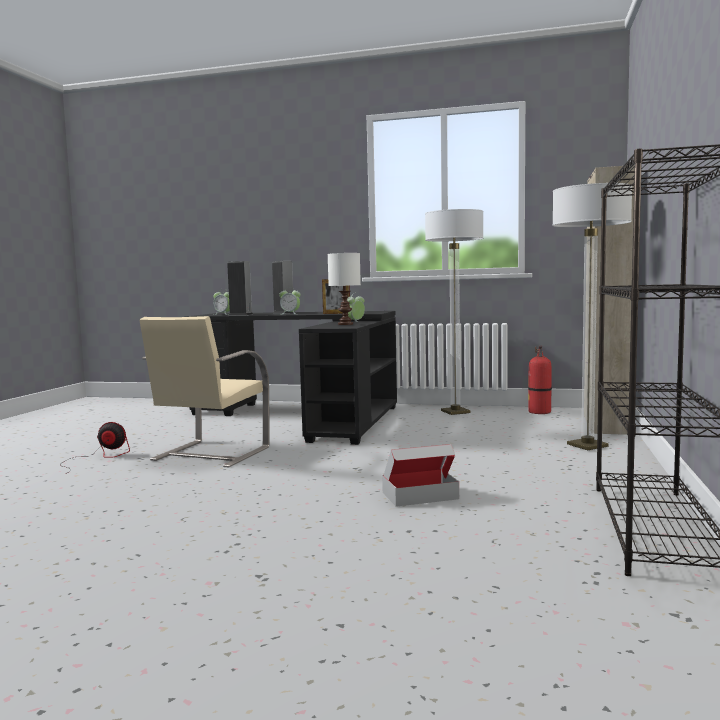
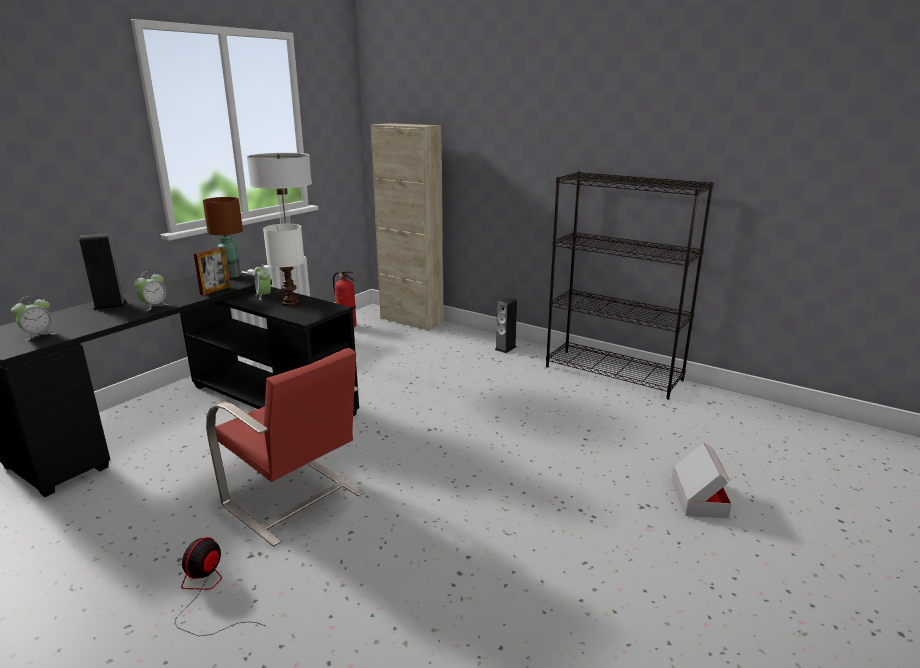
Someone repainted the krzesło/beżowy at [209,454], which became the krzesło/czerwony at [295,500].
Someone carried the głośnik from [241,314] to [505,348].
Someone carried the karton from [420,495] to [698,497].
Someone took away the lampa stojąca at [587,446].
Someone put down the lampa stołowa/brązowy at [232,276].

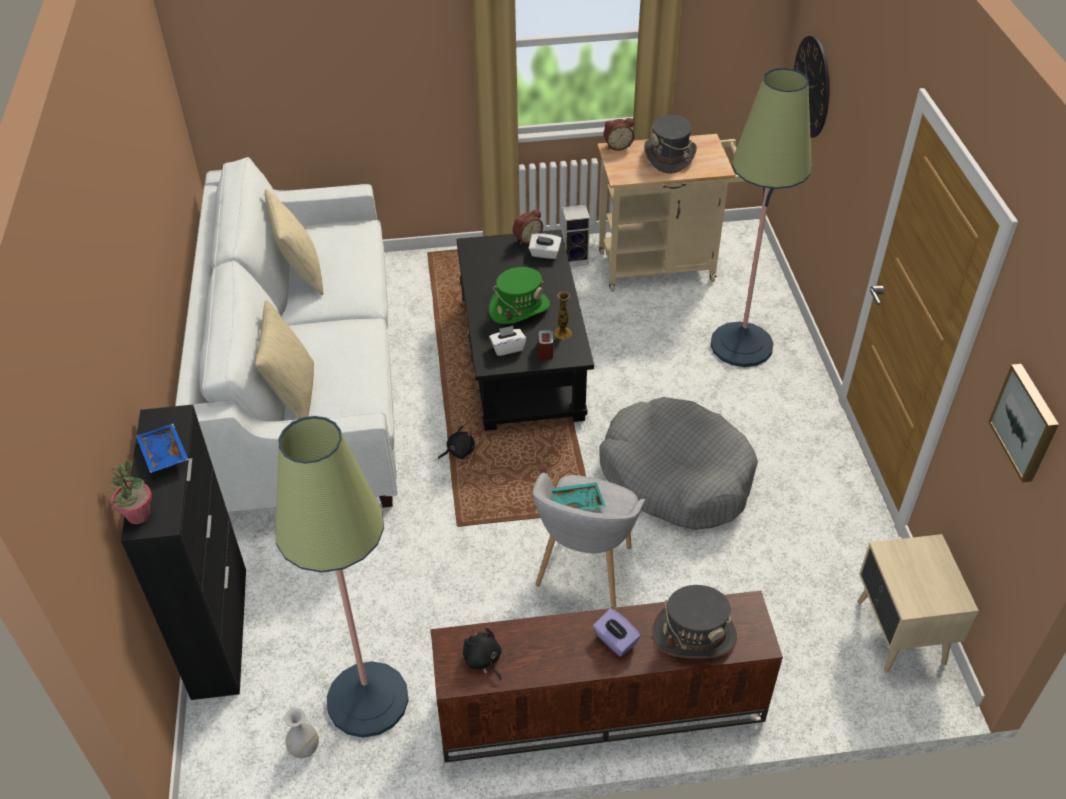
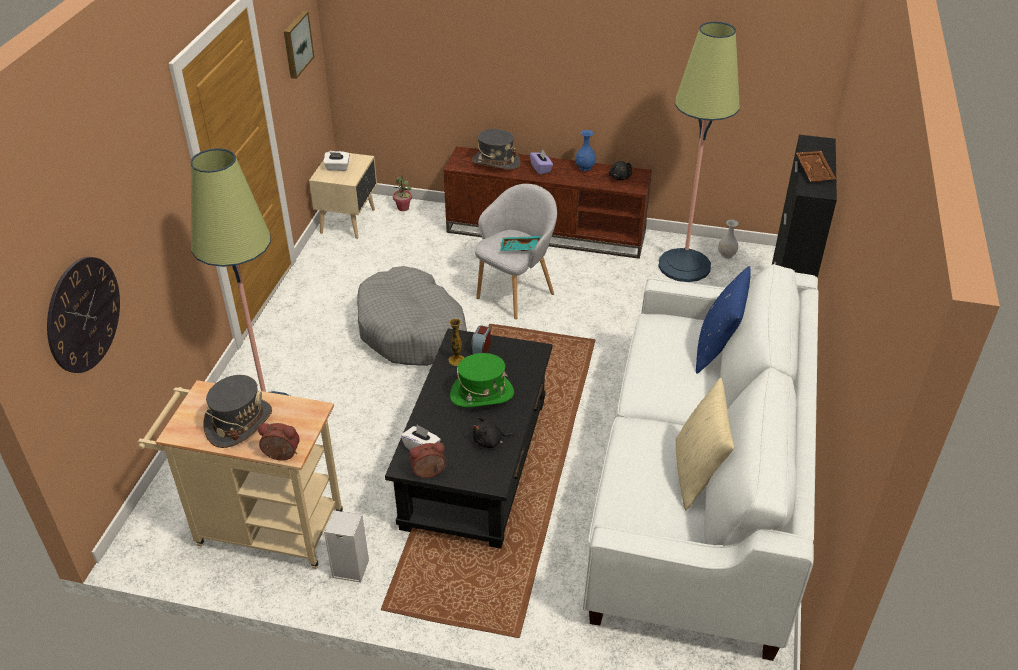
Someone carried the roślina doniczkowa from [138,515] to [403,208].
Someone repainted the taca/niebieski at [162,454], which became the taca/brązowy at [815,171].
Someone repainted the poduszka/beżowy at [293,394], which became the poduszka/niebieski at [717,349].
Someone carried the pluszak/czarny from [458,451] to [490,441].
Someone carried the pudełko chusteczek/biały from [507,348] to [337,168].
Someone put down the wazon/niebieski at [584,167].

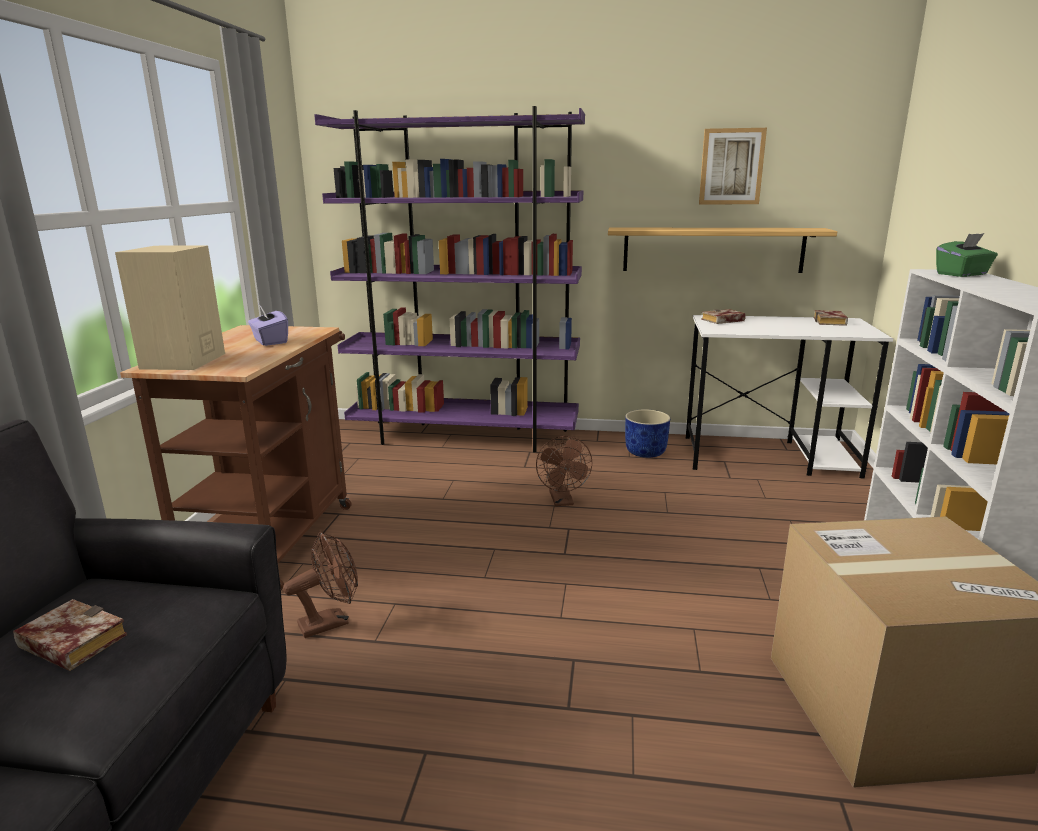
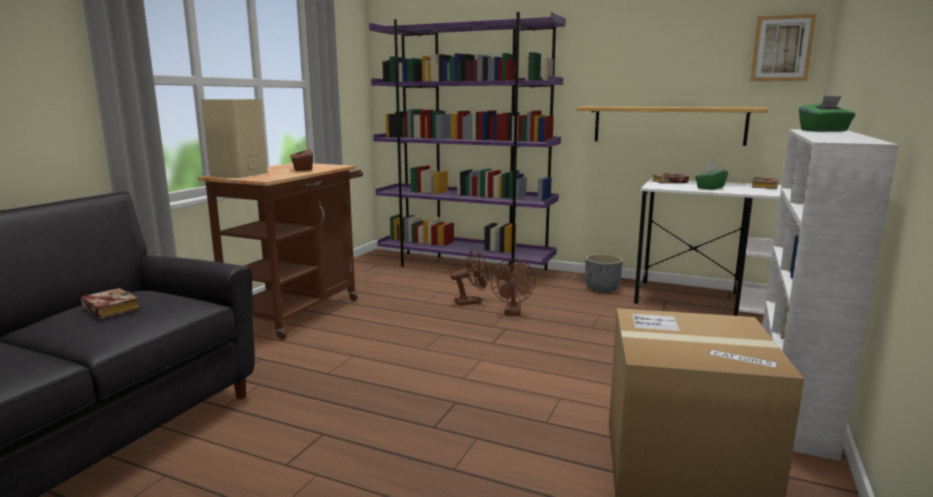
Someone repainted the pudełko chusteczek/fioletowy at [270,341], which became the pudełko chusteczek/brązowy at [302,169].
Someone carried the wentylator/brązowy from [331,622] to [472,302].
Someone repainted the donica/niebieski at [646,452], which became the donica/szary at [602,288].
Someone carried the obraz from [731,166] to [782,48].
Someone put down the pudełko chusteczek/zielony at [710,188].

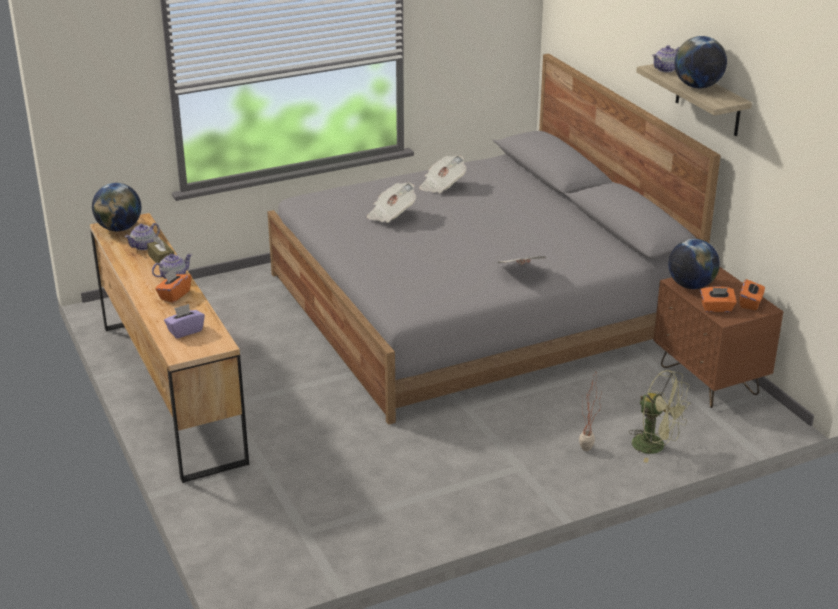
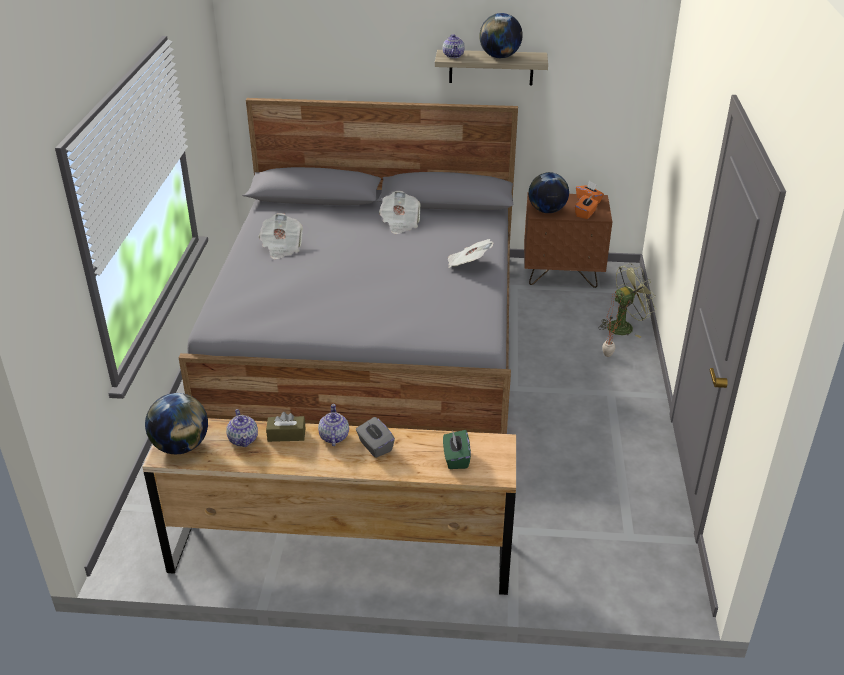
Someone repainted the pudełko chusteczek/pomarańczowy at [174,295], which became the pudełko chusteczek/szary at [375,446].
Someone repainted the pudełko chusteczek/fioletowy at [185,331], which became the pudełko chusteczek/zielony at [456,458].
Someone carried the gazeta from [391,215] to [400,223].

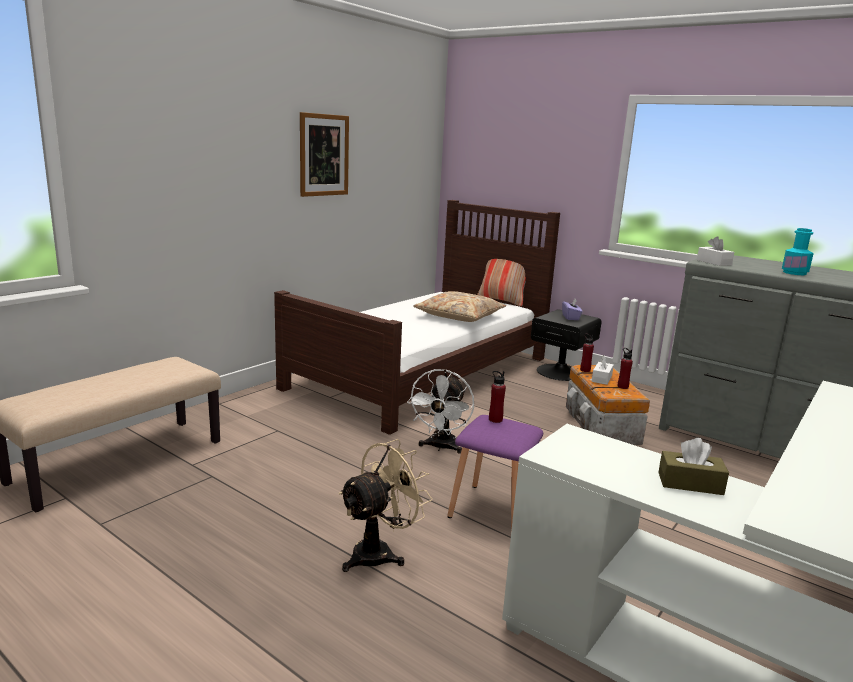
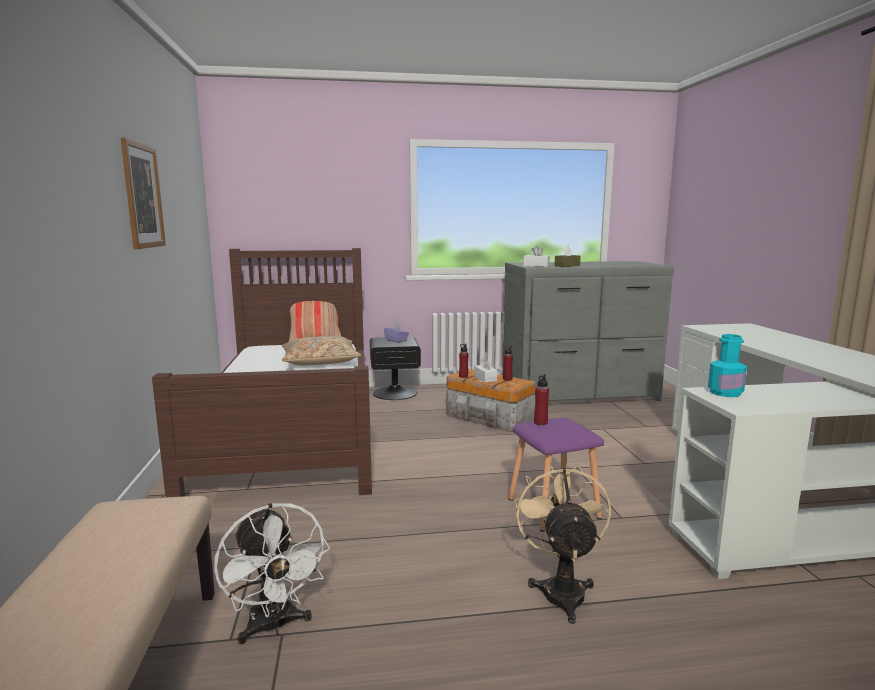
Someone carried the wentylator/biały from [440,447] to [274,626].
Someone carried the pudełko chusteczek/brązowy from [690,483] to [567,266].
Someone carried the butelka/turkusowy from [794,273] to [725,393].

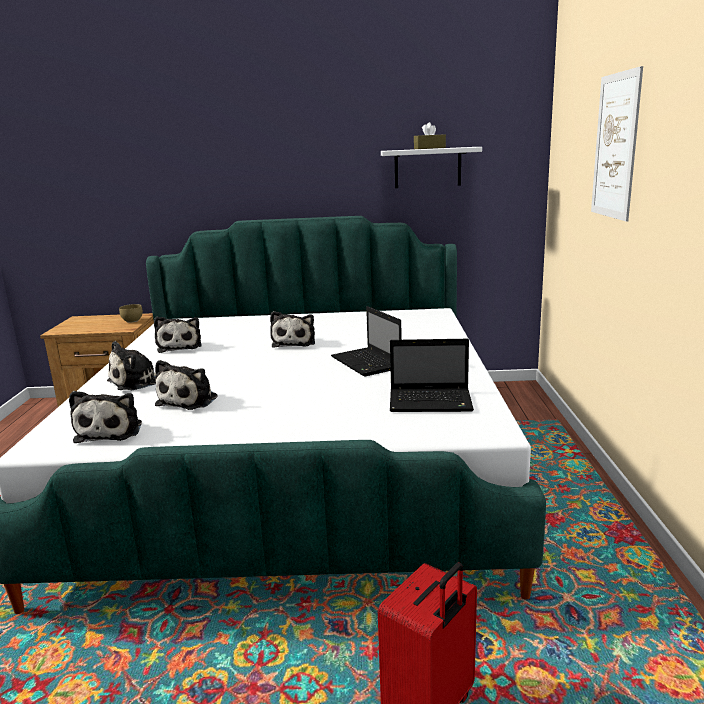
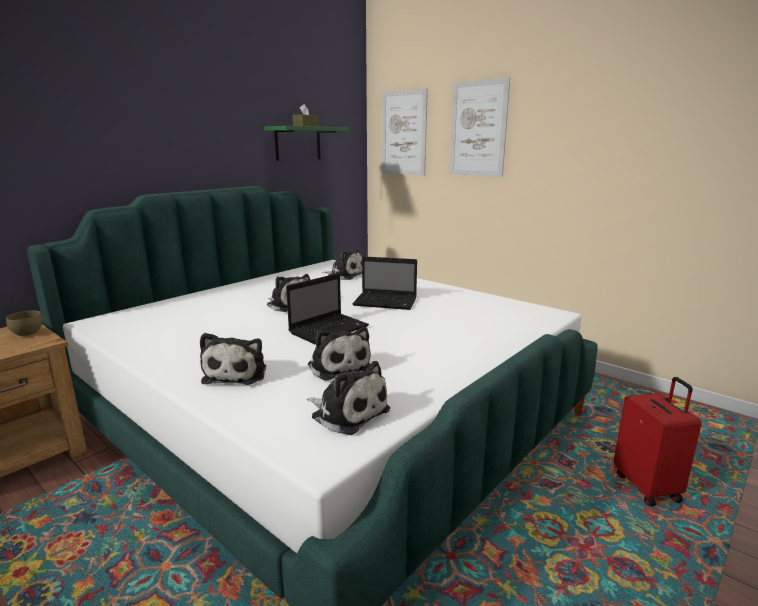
Someone carried the pluszak from [180,346] to [345,275].
Someone repainted the półka/biały at [427,167], which became the półka/zielony at [298,143].
Someone carried the laptop from [432,402] to [330,329].
Someone put up the obraz at [404,133].

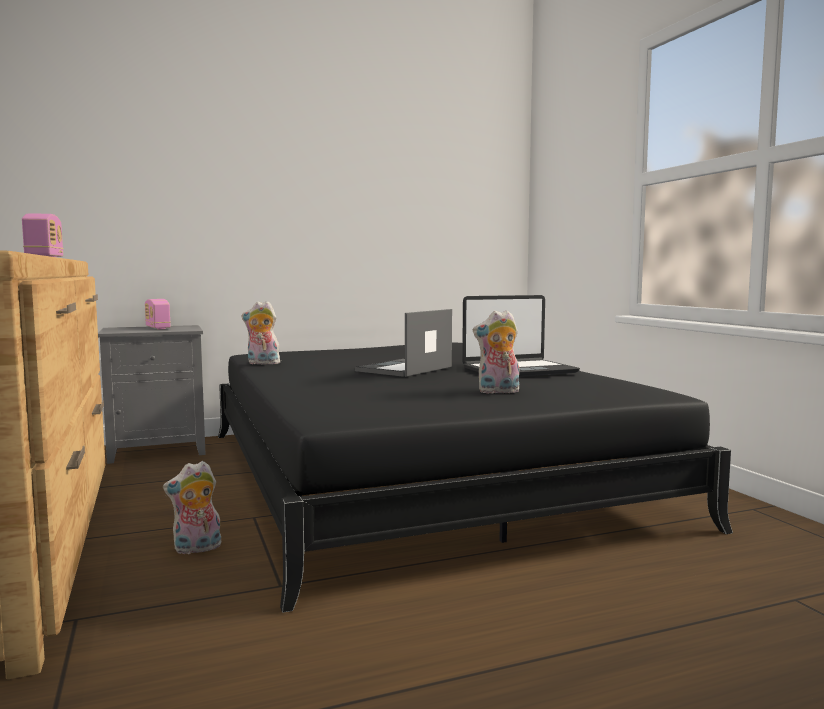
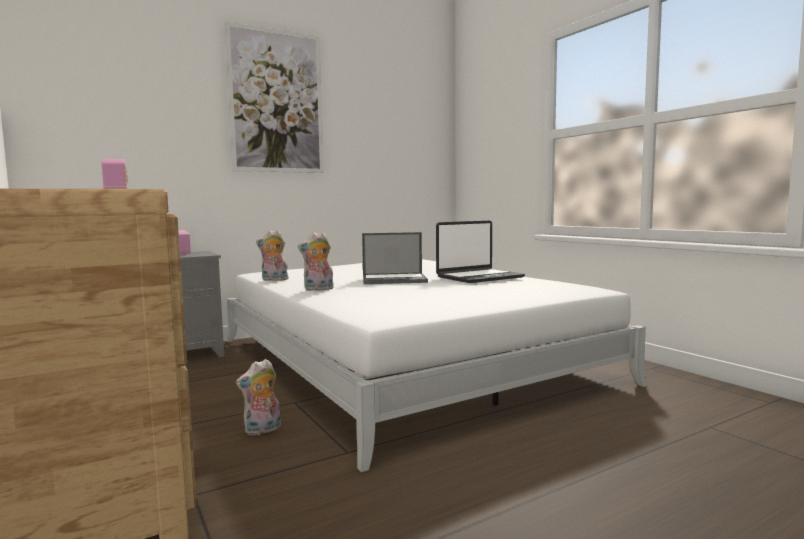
Someone repainted the łóżko/czarny at [417,474], which became the łóżko/biały at [403,360].
Someone rotated the laptop at [404,369] by 120 degrees counterclockwise.
Someone carried the pluszak from [498,392] to [318,289].
Someone put up the obraz at [276,102].

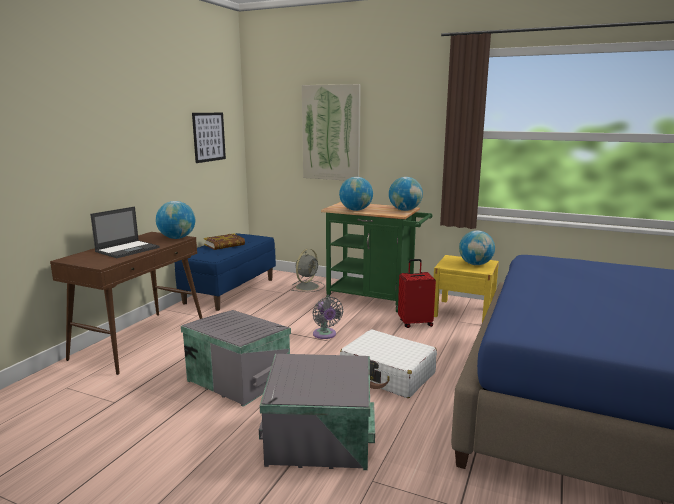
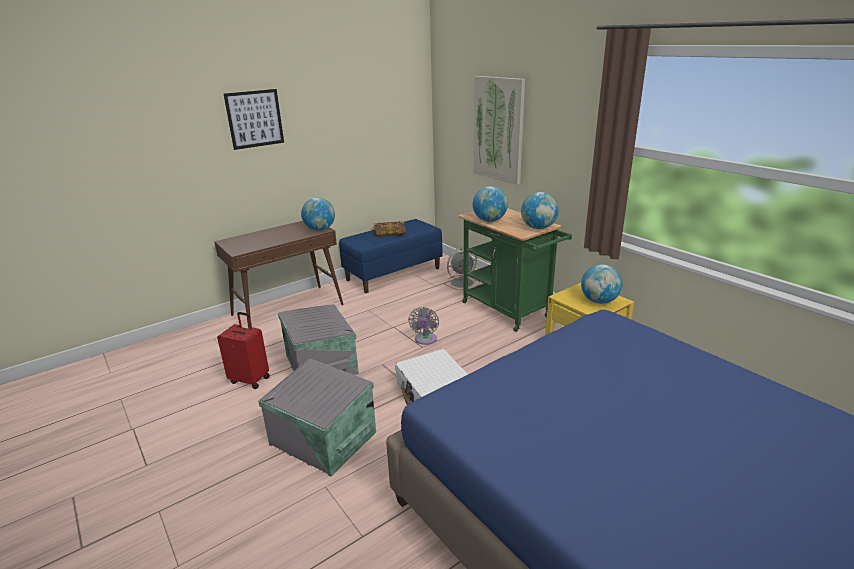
Someone took away the laptop at [128,249].
Someone carried the obraz from [209,137] to [255,119].
Someone carried the walizka/czerwony from [415,323] to [250,379].

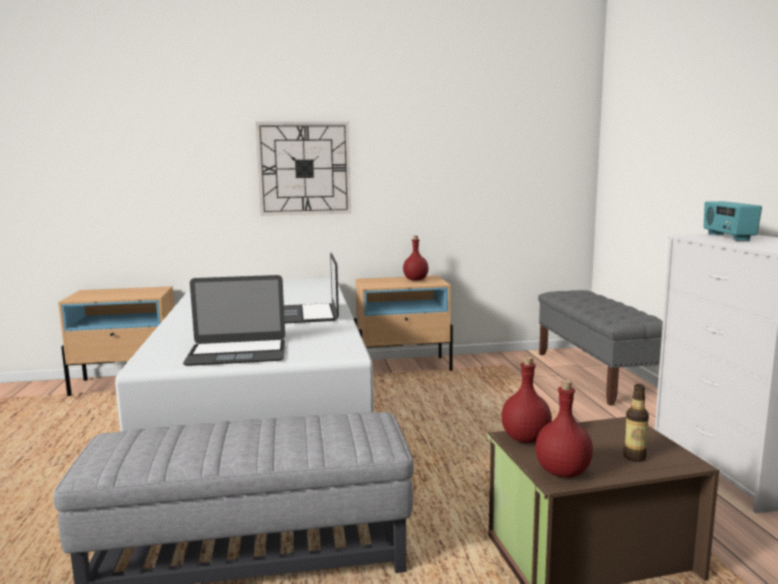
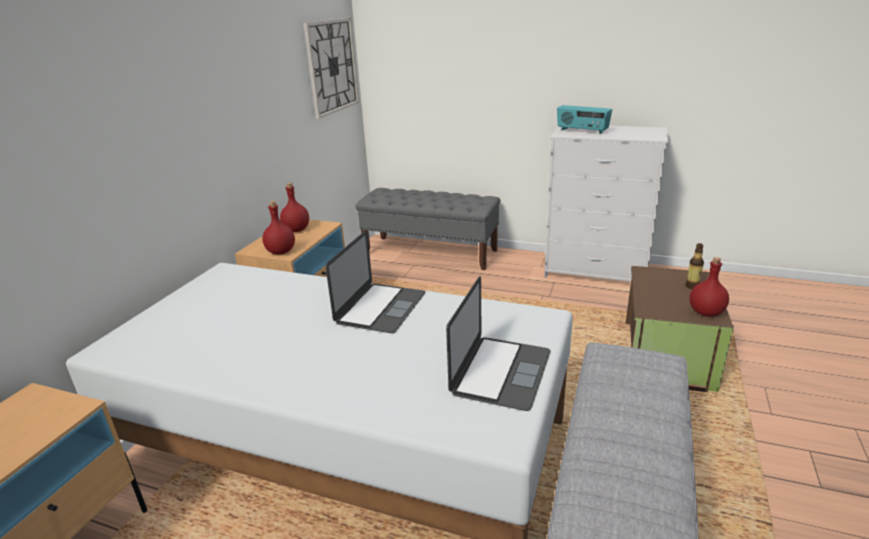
Someone carried the zegar ścienny from [304,168] to [332,66].
Someone rotated the laptop at [308,314] by 90 degrees counterclockwise.
Someone carried the butelka/czerwony from [525,439] to [281,252].

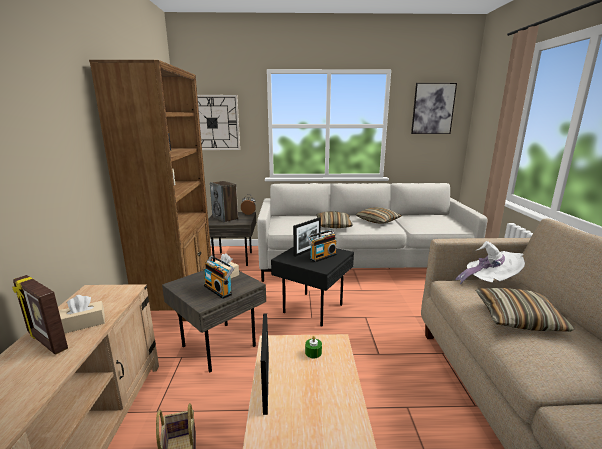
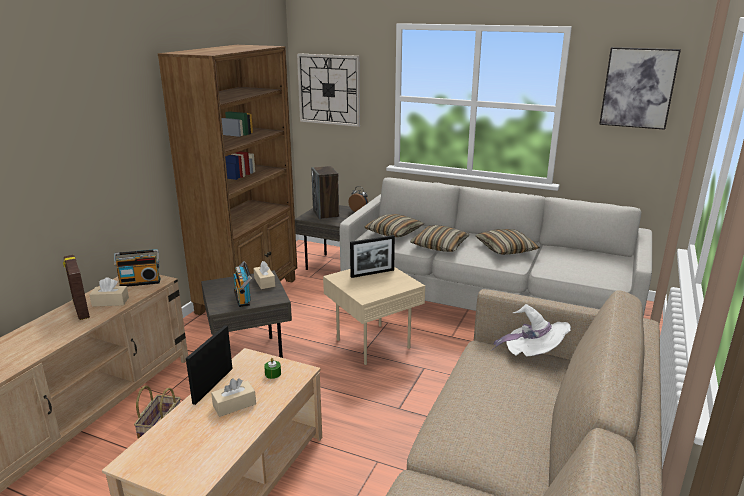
Someone repainted the stolik/czarny at [312,307], which became the stolik/beżowy at [373,342].
Someone carried the radio from [322,256] to [140,282].
Someone carried the poduszka from [517,318] to [393,232].
Someone put down the pudełko chusteczek/beżowy at [234,405].

